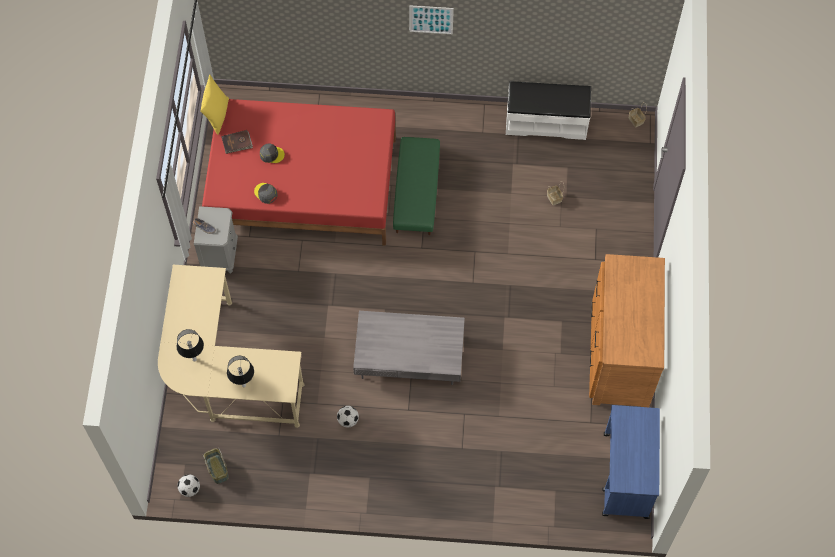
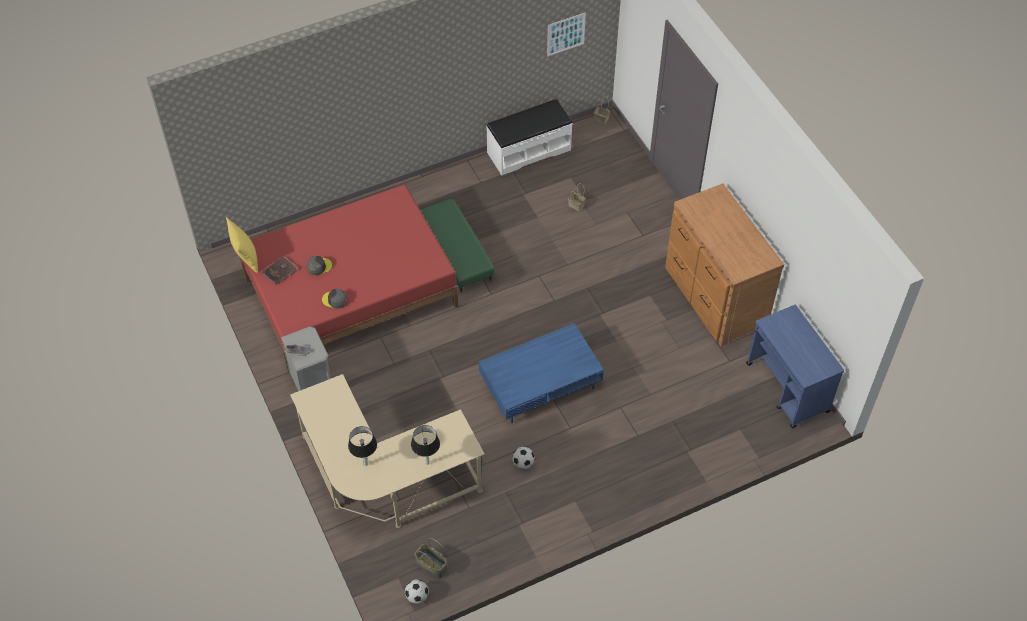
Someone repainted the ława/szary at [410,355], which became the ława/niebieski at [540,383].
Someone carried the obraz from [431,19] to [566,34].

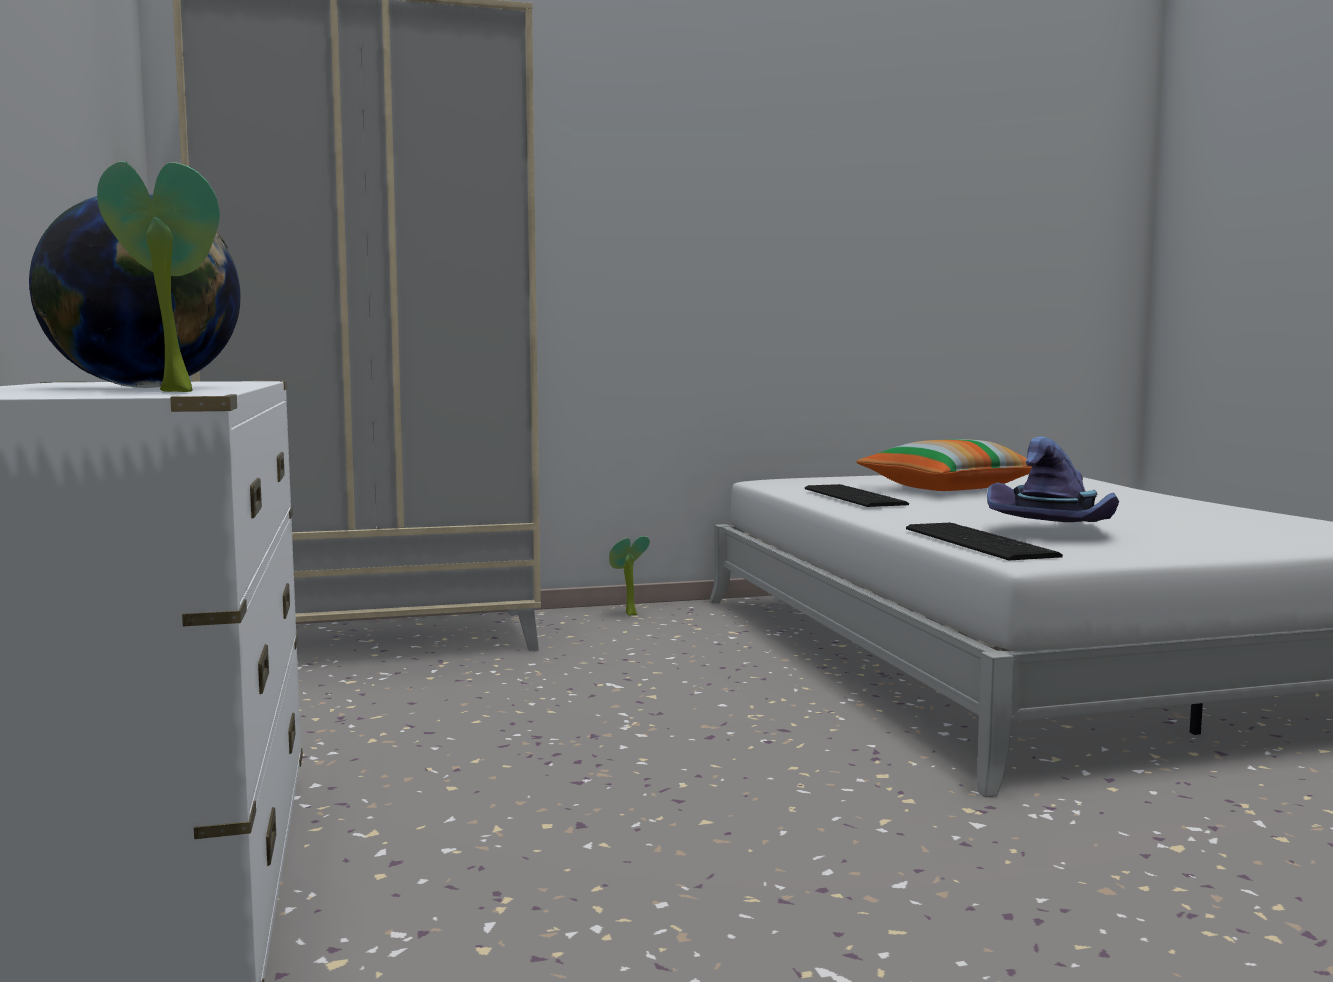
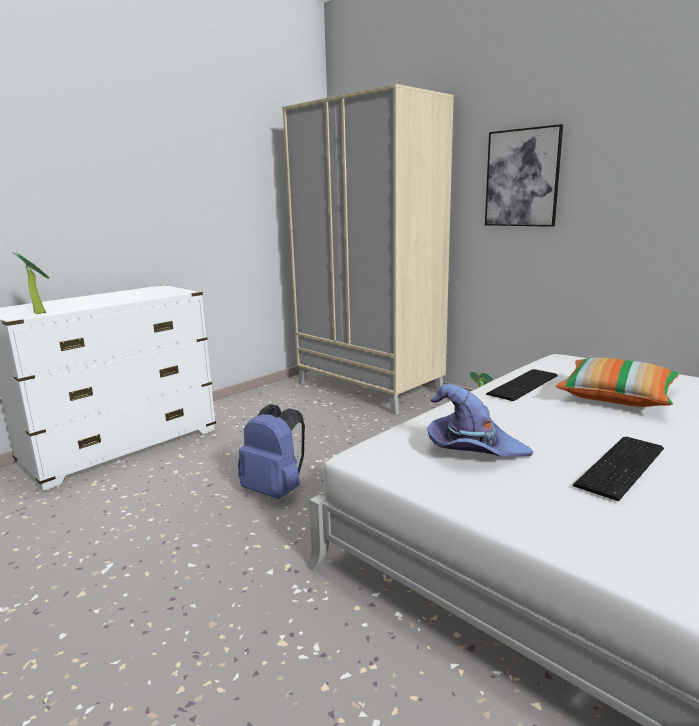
Someone took away the globus at [144,388].
Someone carried the klawiatura from [980,541] to [624,466].
Someone put down the plecak/niebieski at [276,490].
Someone put up the obraz at [522,178].

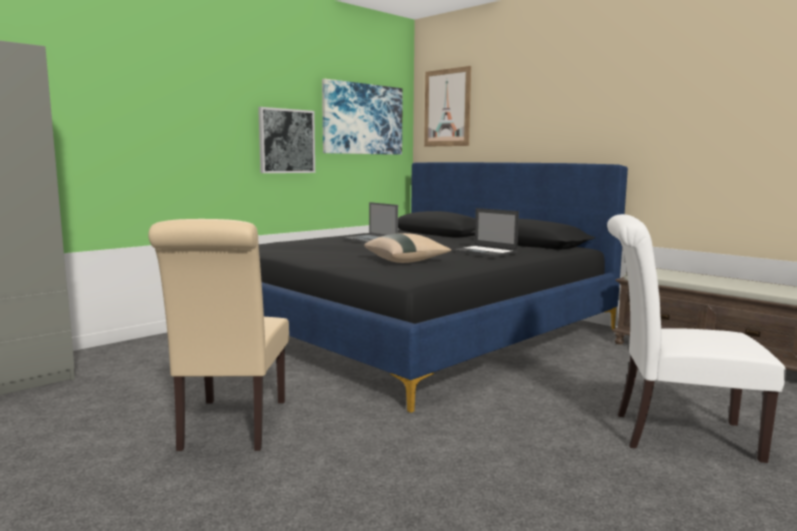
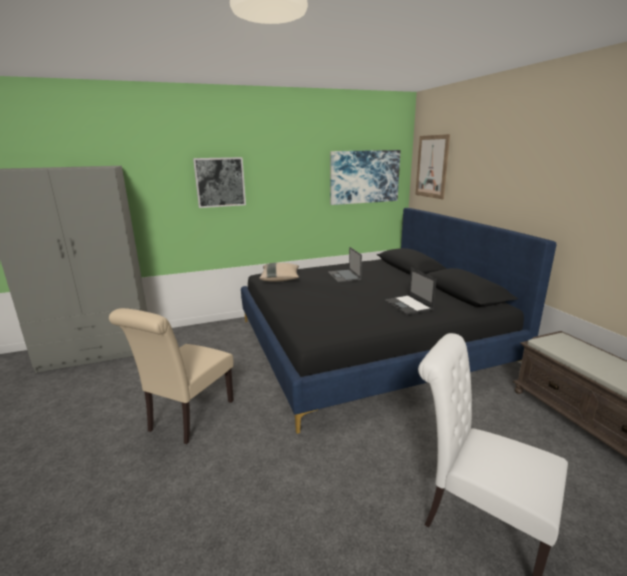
Someone carried the obraz from [286,141] to [220,182].
Someone carried the poduszka/beżowy from [406,261] to [280,279].

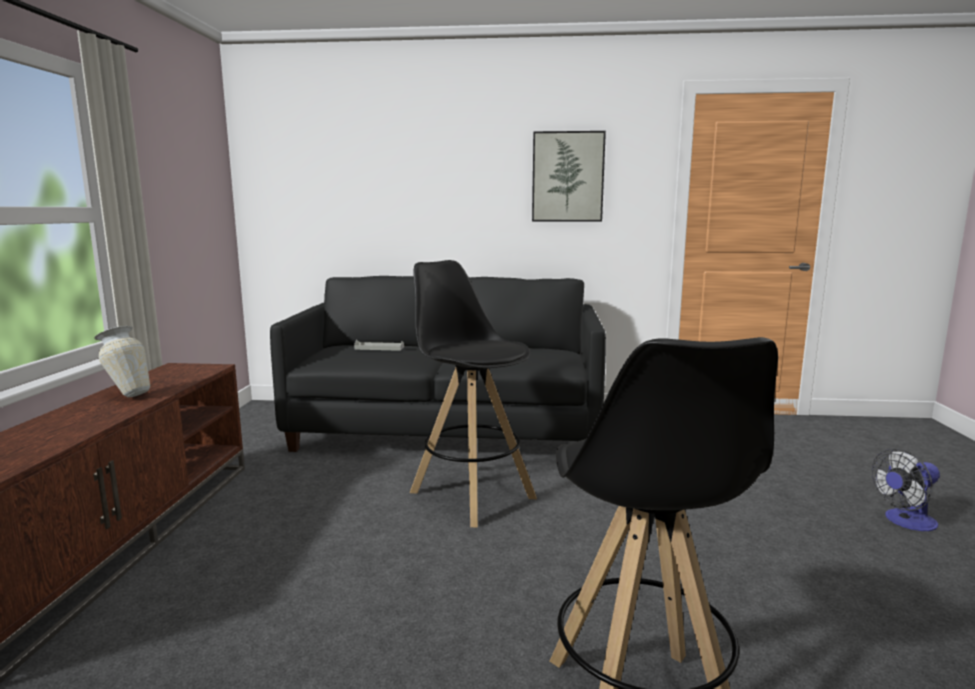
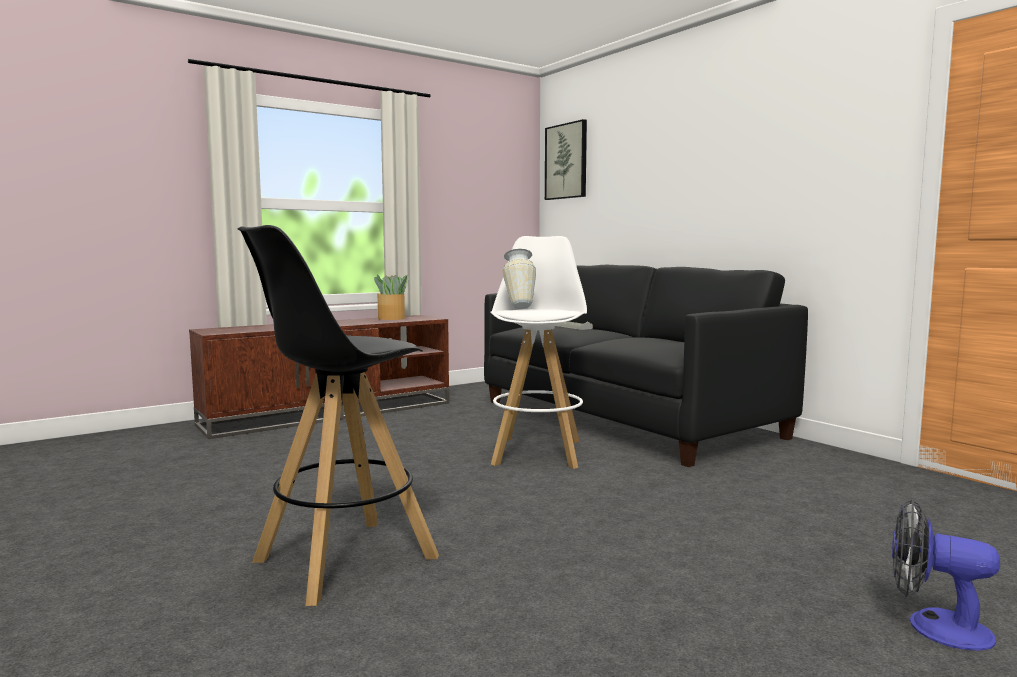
Someone carried the wazon from [128,394] to [520,308].
Someone repainted the stołek/czarny at [471,494], which became the stołek/biały at [538,452].
Someone carried the obraz from [567,177] to [566,161].
Someone put down the roślina doniczkowa at [391,318].

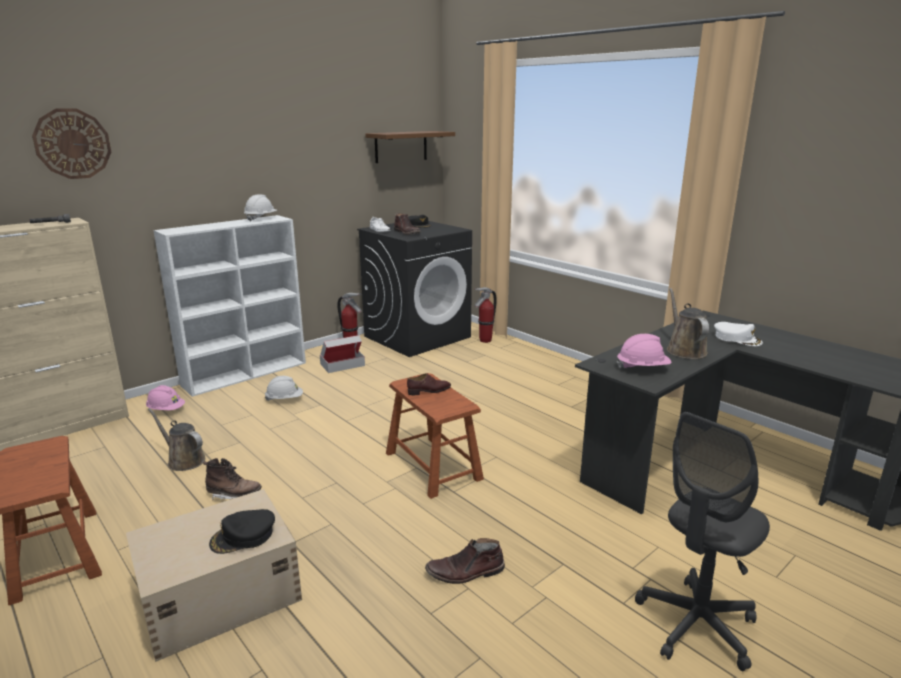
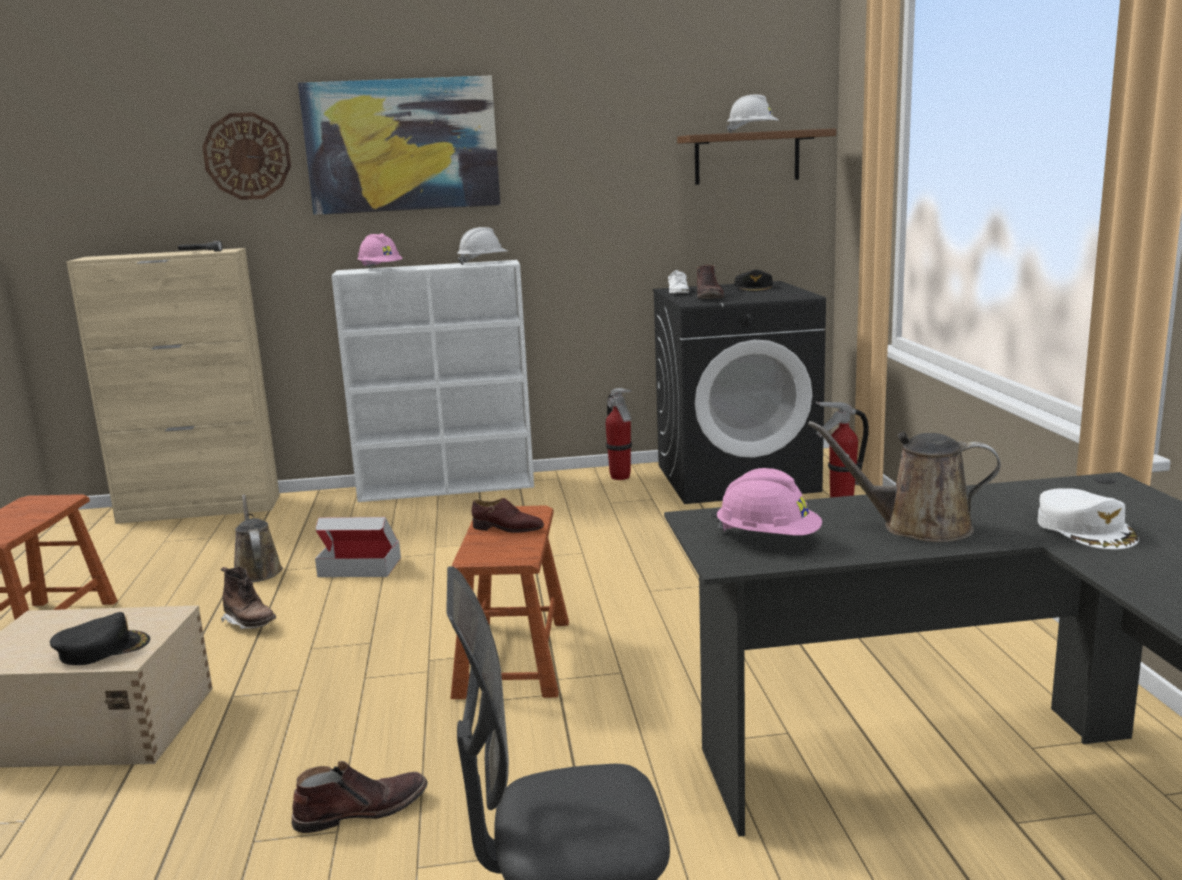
Someone carried the kask/różowy from [166,410] to [381,269].
Someone rotated the czapka z daszkiem/czarny at [243,536] by 150 degrees clockwise.
Someone carried the kask/biały from [285,399] to [753,132].
Someone carried the karton from [342,365] to [360,567].
Someone rotated the but z cholewką/brązowy at [465,572] by 135 degrees clockwise.
Someone rotated the konewka/brązowy at [684,350] by 105 degrees counterclockwise.
Someone put up the obraz at [402,145].

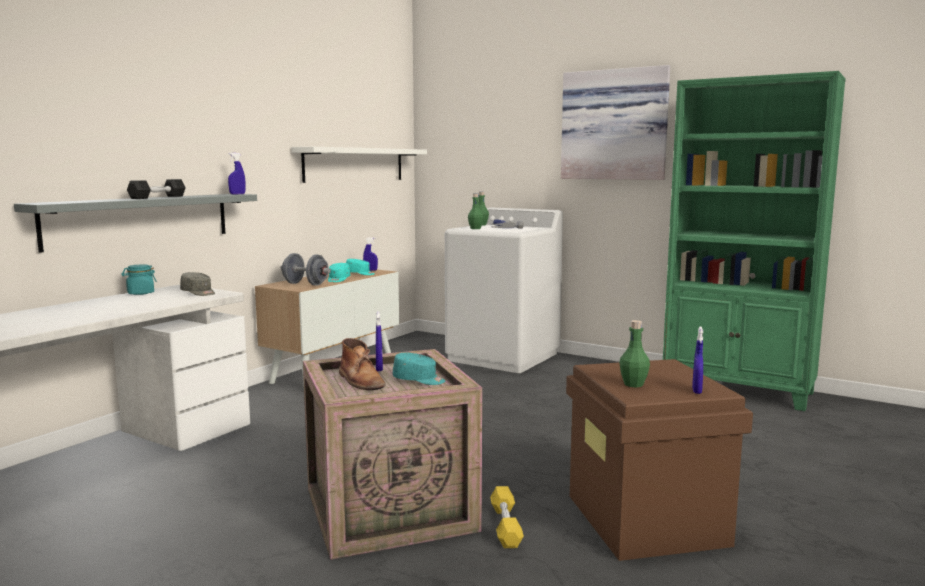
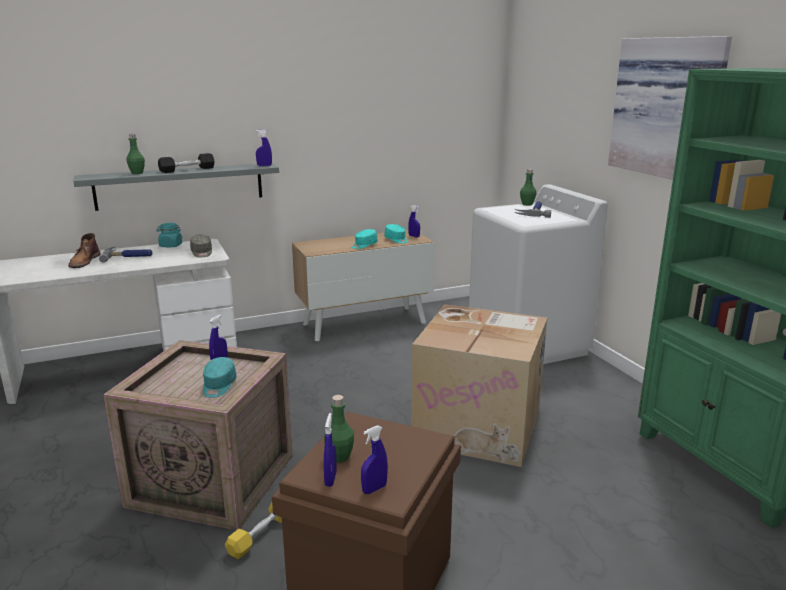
Someone took away the hantel/szary at [305,284].
Someone took away the półka/biały at [355,164].
Someone carried the but z cholewką/brązowy from [361,381] to [84,261].
Someone rotated the czapka z daszkiem/turkusowy at [419,380] by 45 degrees clockwise.
Someone carried the butelka/zielony from [475,228] to [137,173].
Someone put down the młotek at [128,256].
Someone put down the spryskiwacz/niebieski at [330,479].
Someone put down the karton at [480,426].

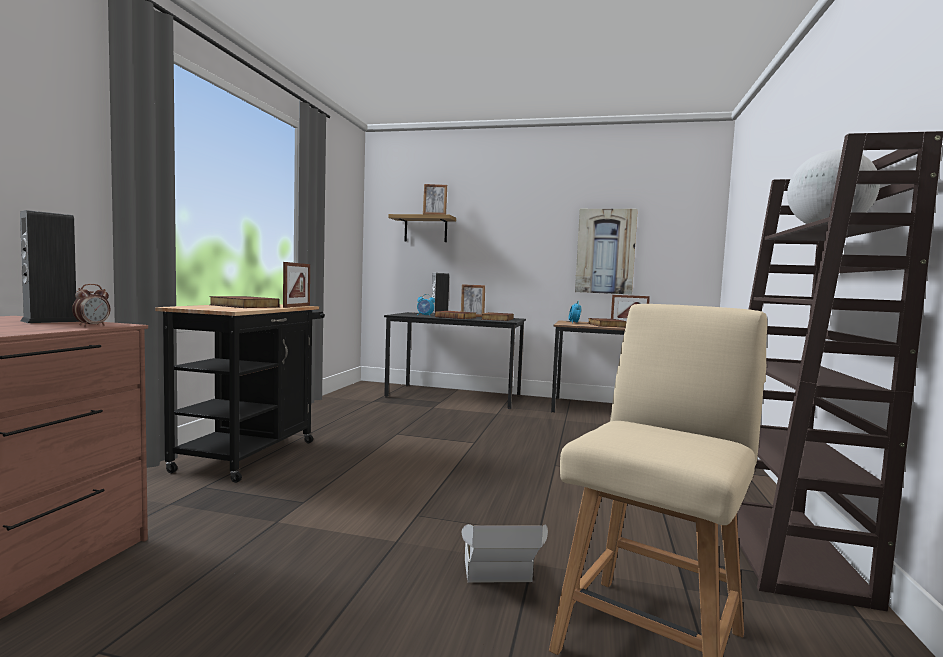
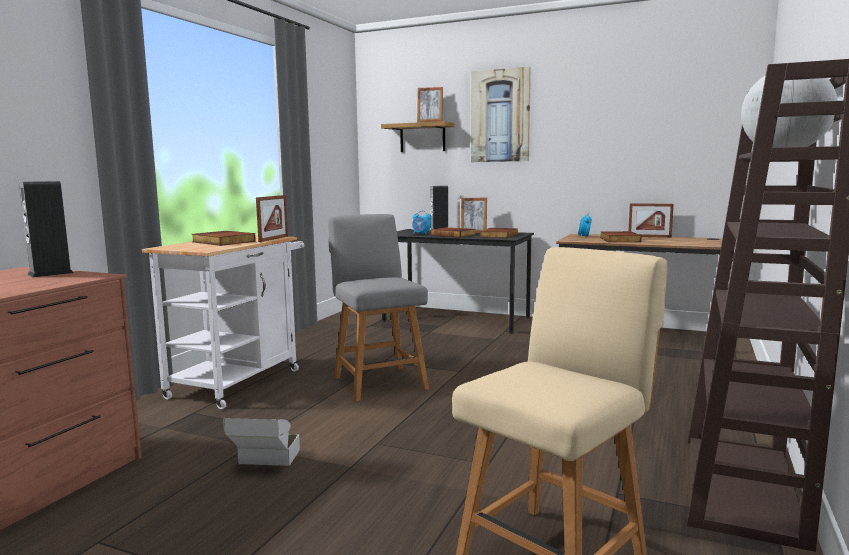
Someone took away the budzik at [92,326].
Someone repainted the wózek/czarny at [251,453], which became the wózek/biały at [240,381].
Someone carried the karton from [499,580] to [264,463].
Someone carried the obraz from [605,251] to [500,116].
Someone put down the krzesło/szary at [378,382].

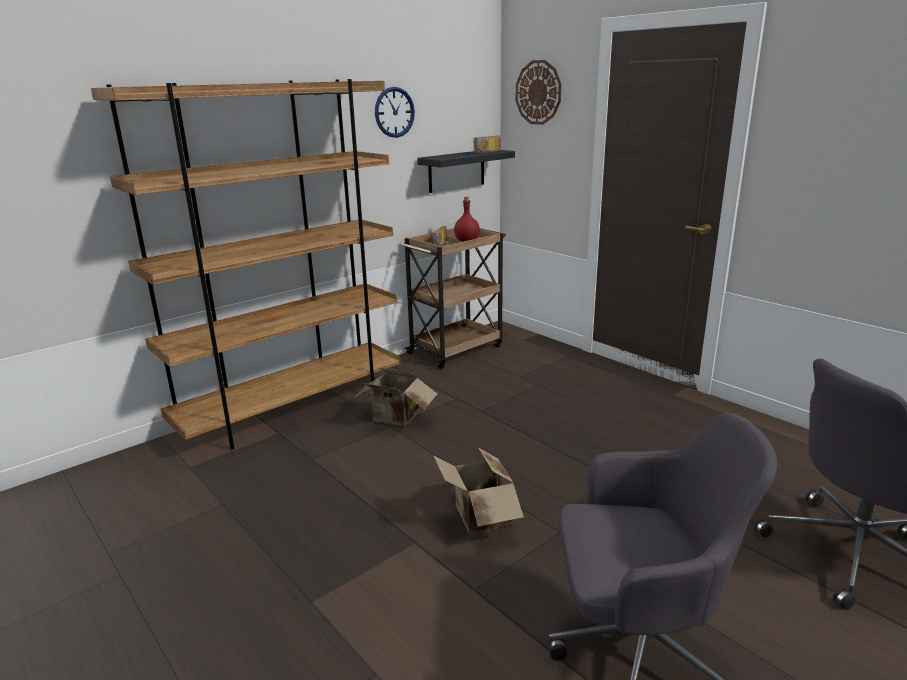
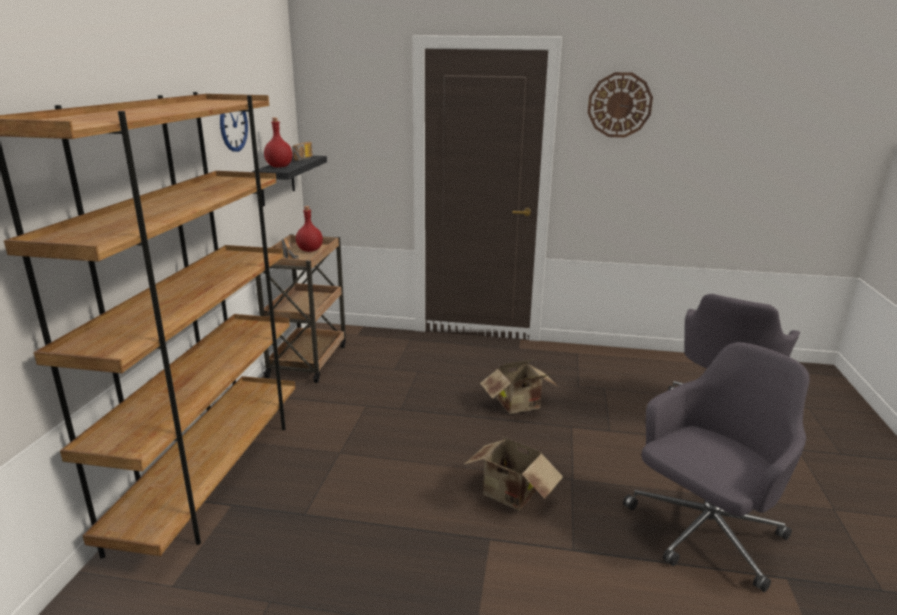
Someone carried the karton from [395,419] to [520,406].
Someone carried the zegar ścienny from [538,92] to [619,105].
Someone put down the butelka/czerwony at [278,167].

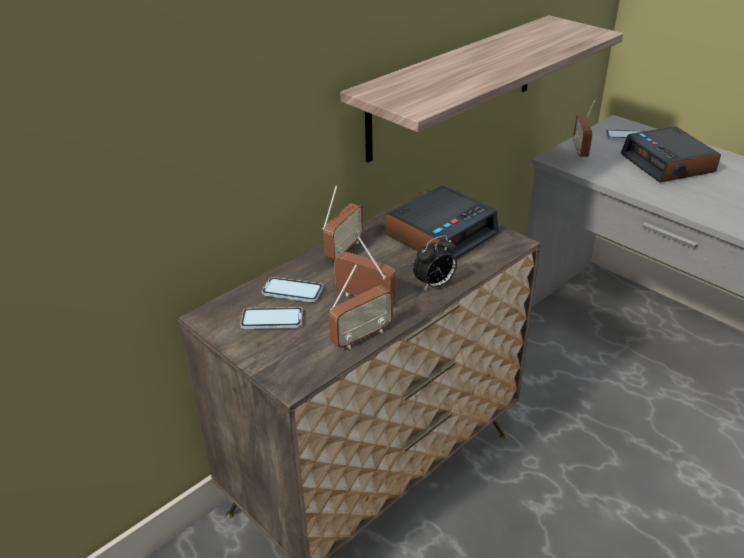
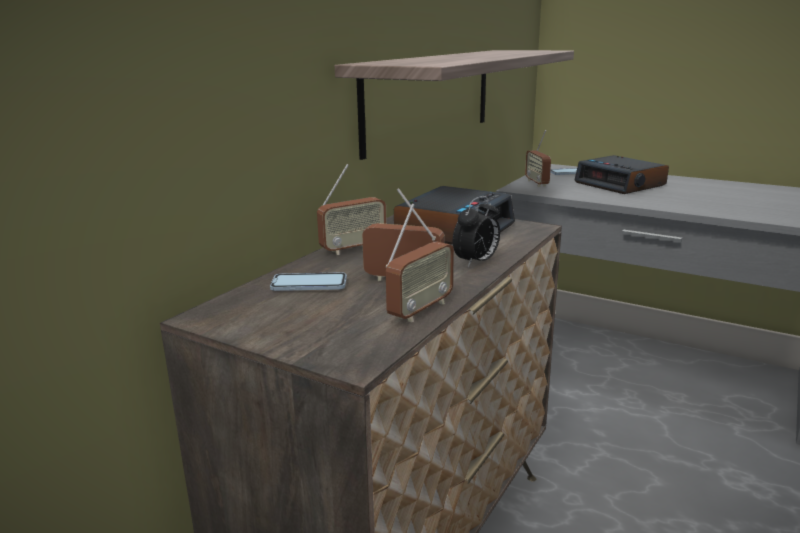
Someone took away the telefon at [272,320].
Someone rotated the radio at [344,250] by 45 degrees clockwise.

